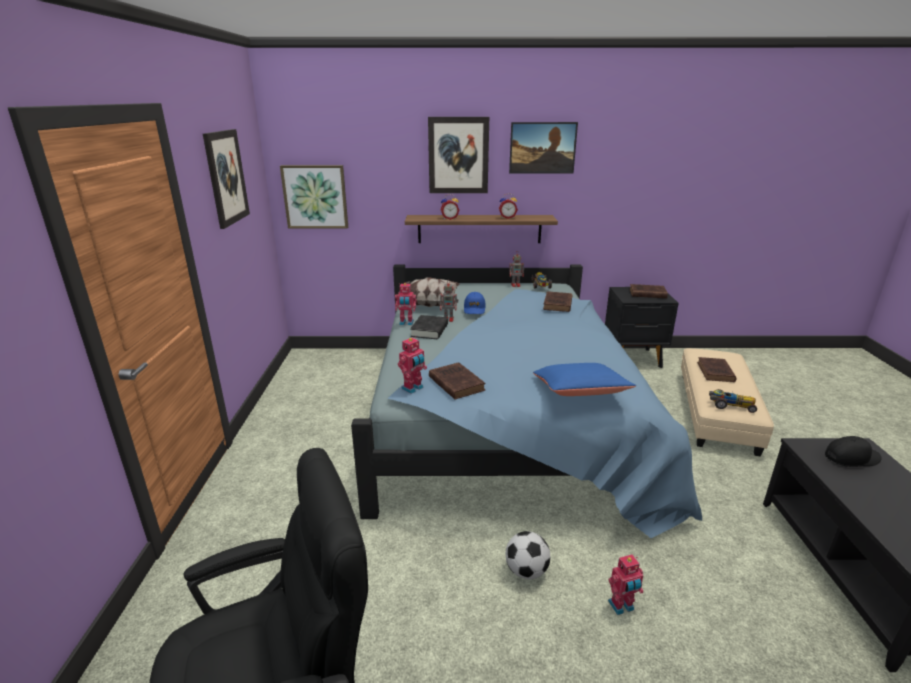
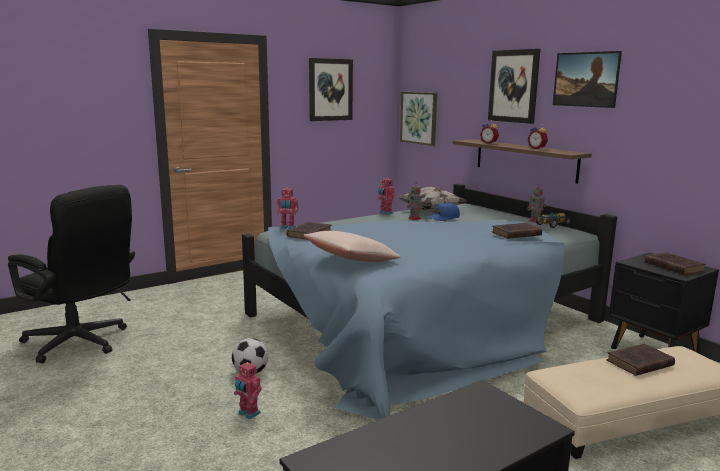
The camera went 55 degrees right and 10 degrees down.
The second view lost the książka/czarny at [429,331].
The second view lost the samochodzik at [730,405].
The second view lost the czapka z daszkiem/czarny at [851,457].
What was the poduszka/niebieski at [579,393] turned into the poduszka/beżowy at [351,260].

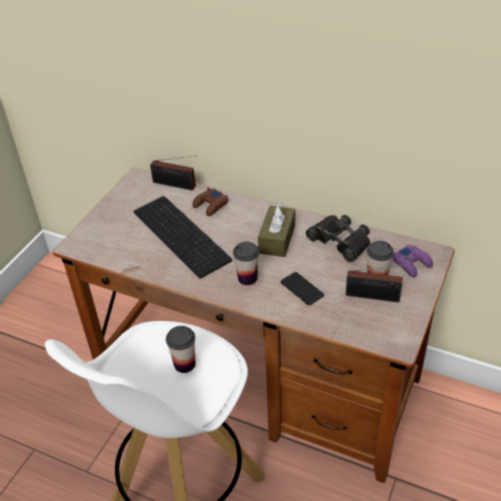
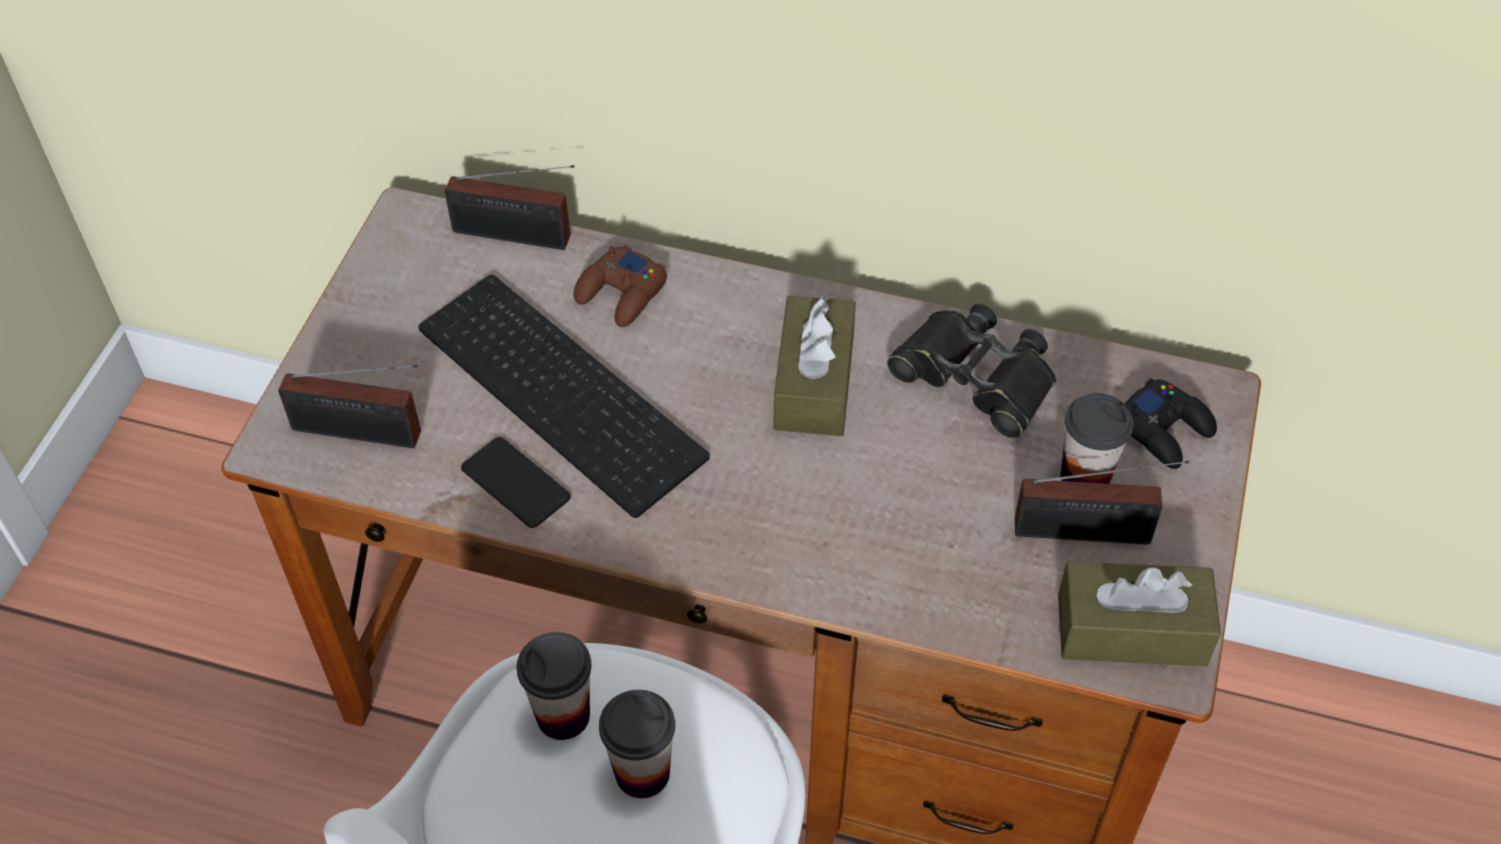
The camera went 10 degrees left and 10 degrees up.
The second view gained the radio at [363,433].
The second view gained the pudełko chusteczek/brązowy at [1131,630].
The filiżanka ended up elsewhere, having gone from [247,278] to [563,715].
The telefon ended up elsewhere, having gone from [302,289] to [515,483].
What was the pad do gier/fioletowy at [412,264] turned into the pad do gier/czarny at [1164,430].

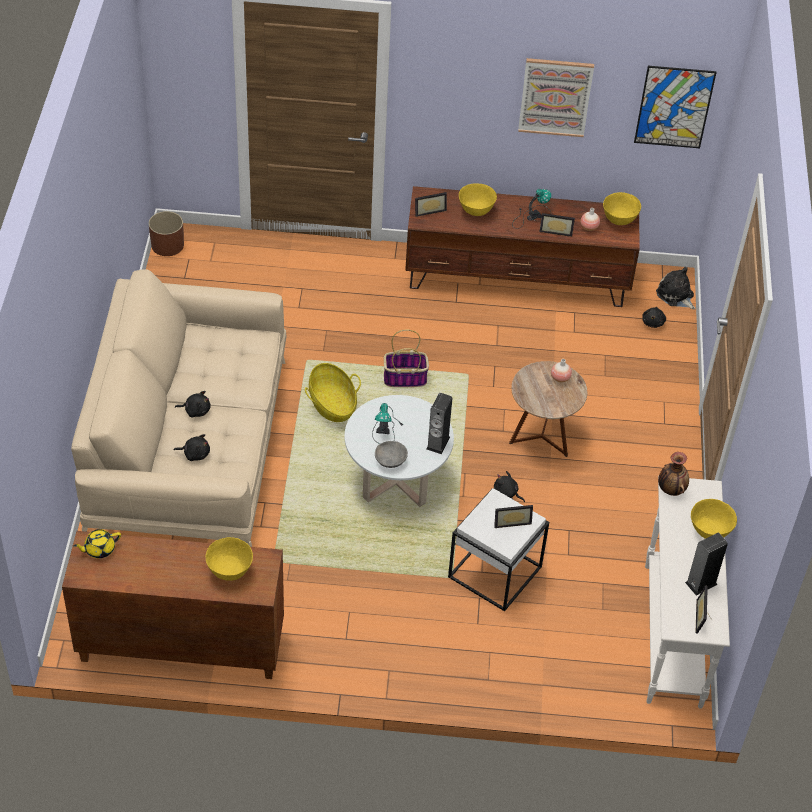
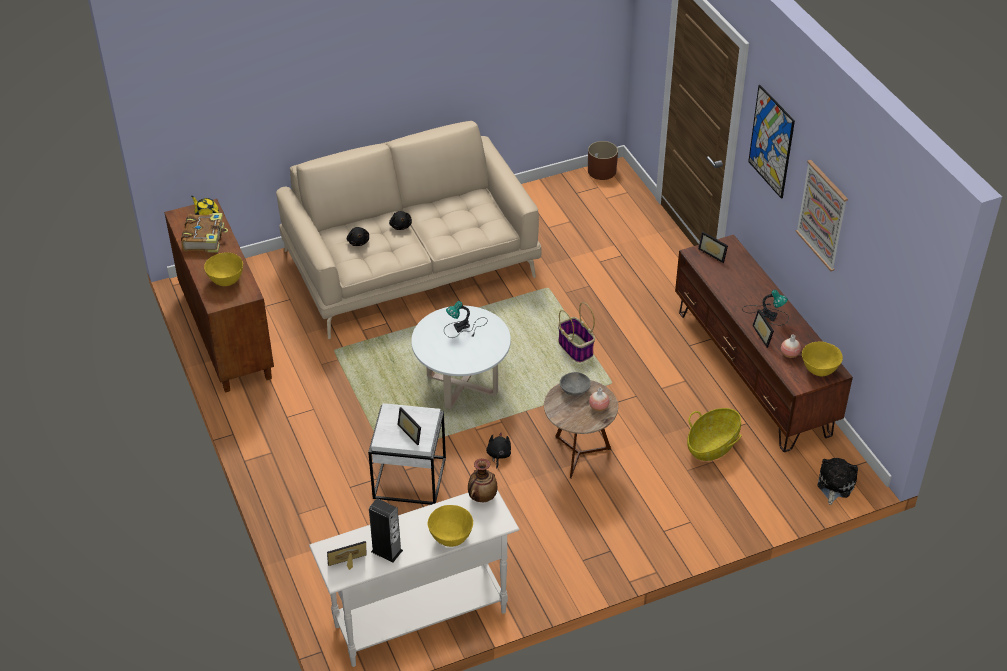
The camera went 65 degrees right and 5 degrees down.
The second view lost the głośnik at [438,443].
The second view lost the miska/żółty at [476,211].
The second view lost the pluszak/czarny at [653,322].
The second view gained the książka at [205,238].
The koszyk ended up elsewhere, having gone from [332,404] to [712,445].
The miska/szary ended up elsewhere, having gone from [391,460] to [575,390].
The obraz ended up elsewhere, having gone from [674,107] to [771,141].

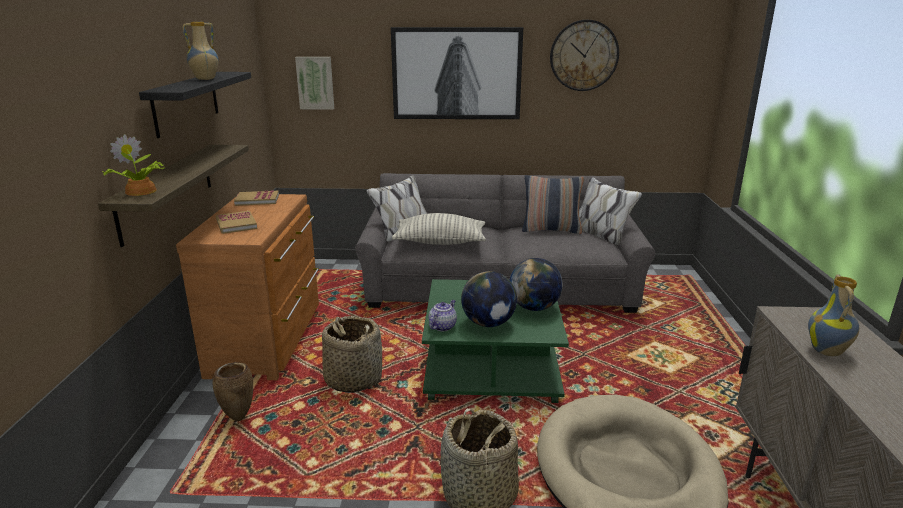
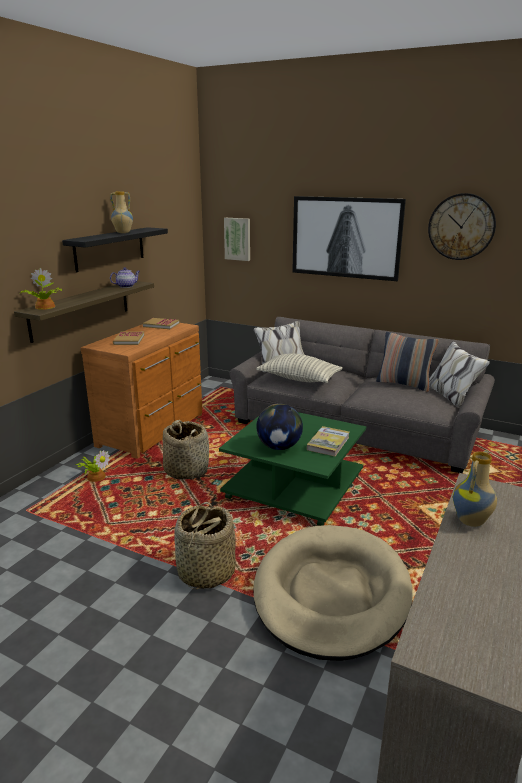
The camera went 25 degrees right and 0 degrees up.
The imbryk ended up elsewhere, having gone from [442,326] to [126,286].
Where the wazon/brązowy stood at [238,418], the roślina doniczkowa came to stand at [96,477].
Where the globus stood at [534,307], the książka came to stand at [328,443].

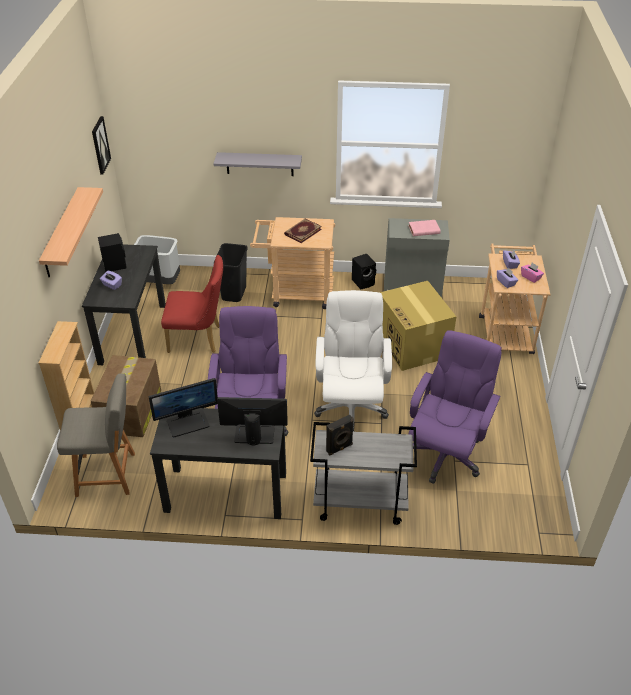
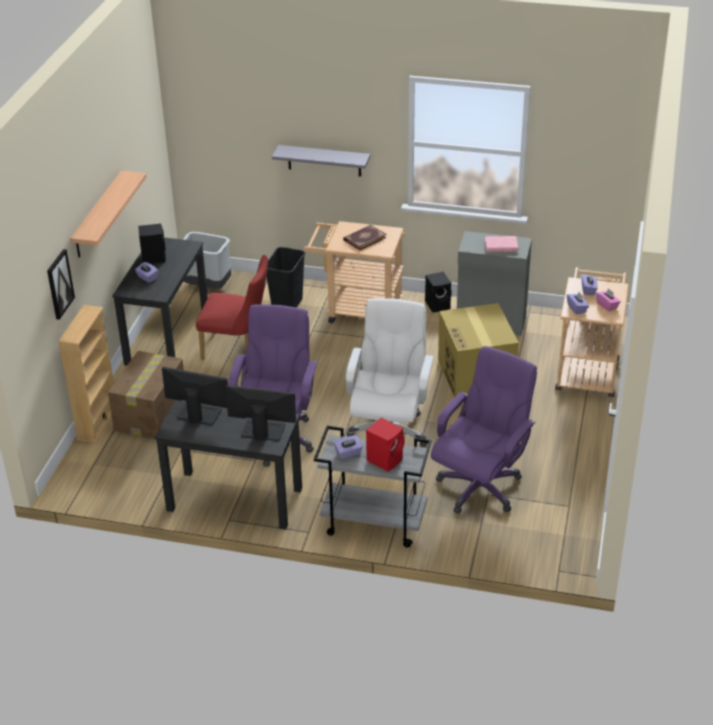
The camera went 10 degrees right and 5 degrees down.
The second view lost the krzesło/szary at [108,474].
The second view gained the głośnik/czerwony at [385,459].
The obraz ended up elsewhere, having gone from [100,145] to [59,284].
Where the głośnik/czarny stood at [339,448], the pudełko chusteczek/fioletowy came to stand at [348,453].
The monitor at [188,422] ended up facing another way, 150 degrees counterclockwise from before.

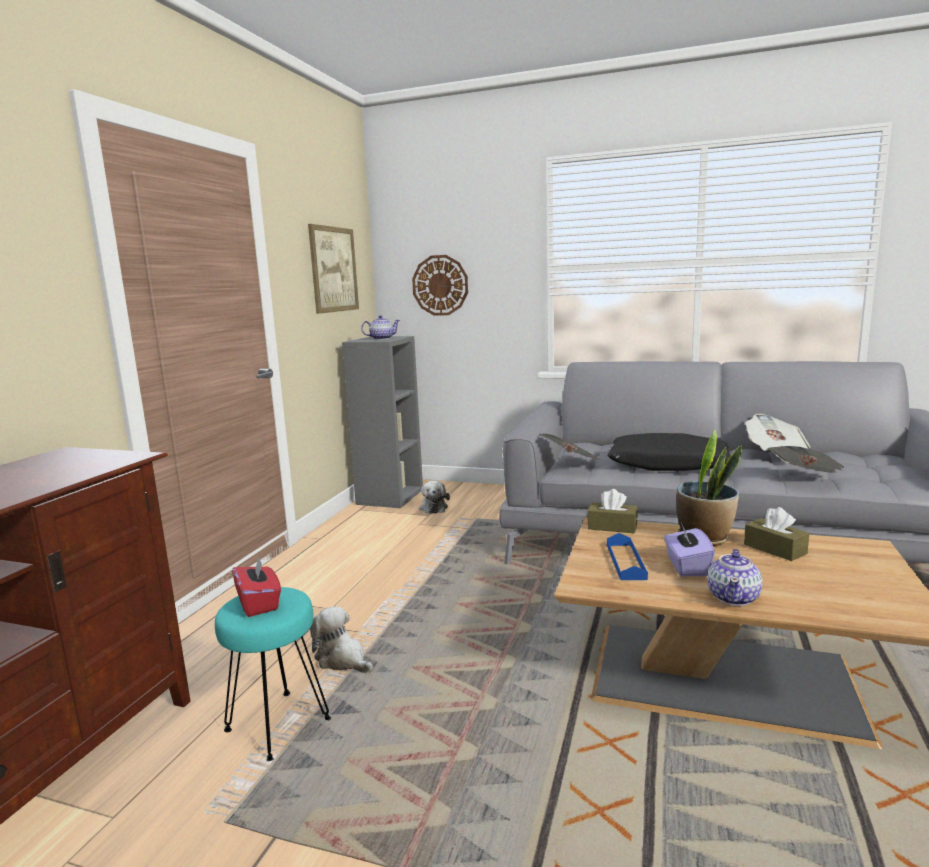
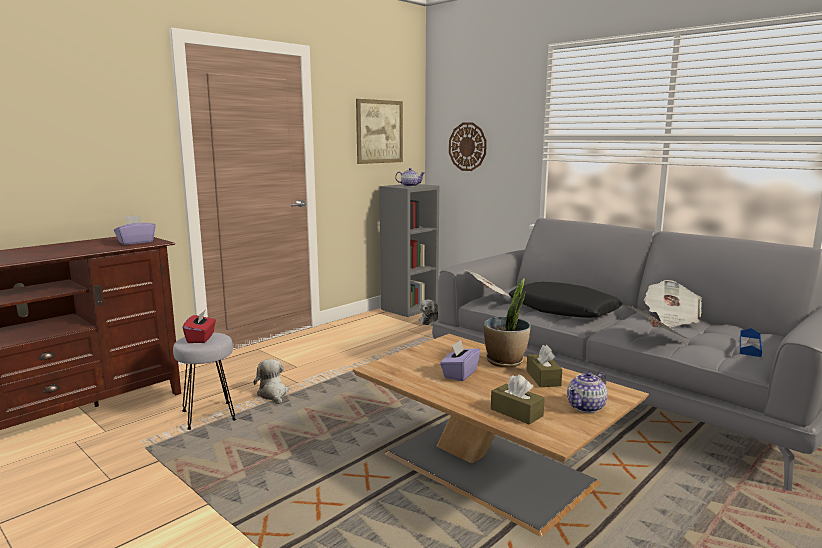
The camera went 25 degrees right and 0 degrees up.
The second view gained the pudełko chusteczek/fioletowy at [136,242].
The pudełko chusteczek/brązowy ended up elsewhere, having gone from [612,527] to [516,412].
The taca/niebieski ended up elsewhere, having gone from [625,561] to [750,346].
The imbryk ended up elsewhere, having gone from [734,597] to [586,407].
What was the stołek/turkusowy at [277,724] turned into the stołek/szary at [209,415].

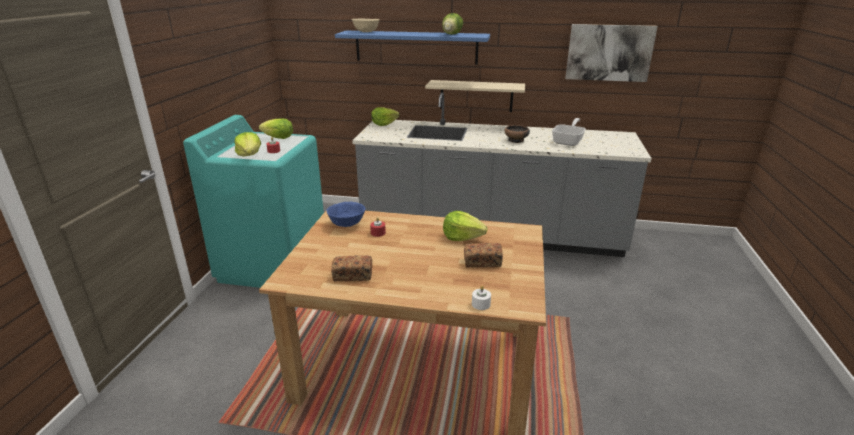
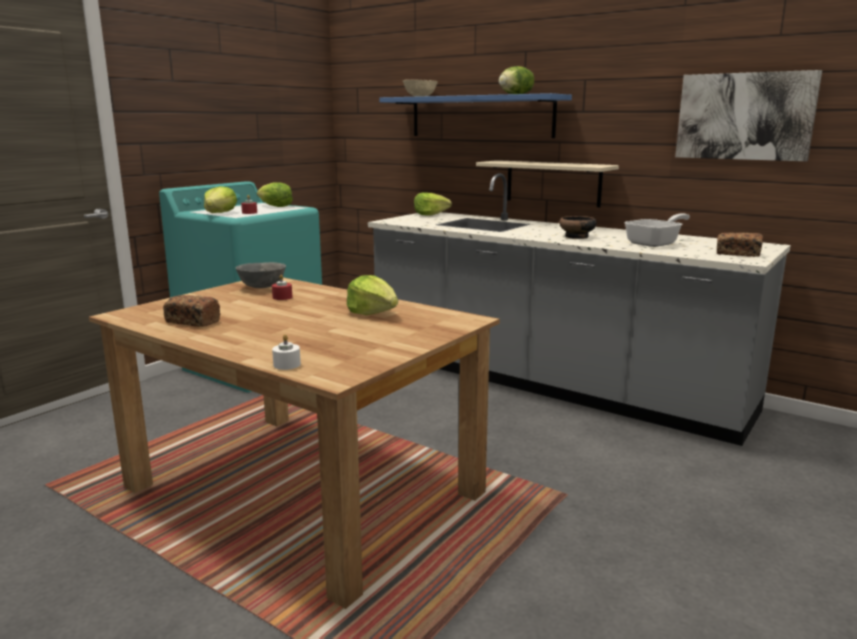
The camera went 25 degrees right and 10 degrees down.
The chleb ended up elsewhere, having gone from [482,262] to [737,254].
What was the miska/niebieski at [346,224] turned into the miska/szary at [262,287].

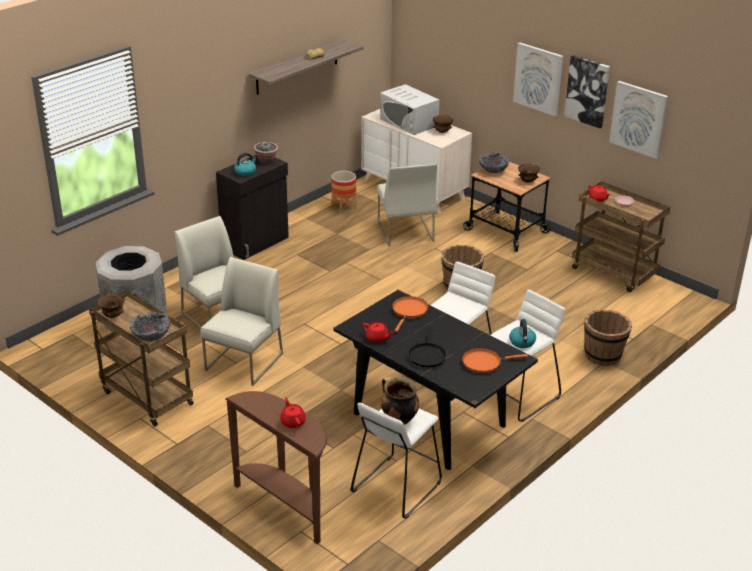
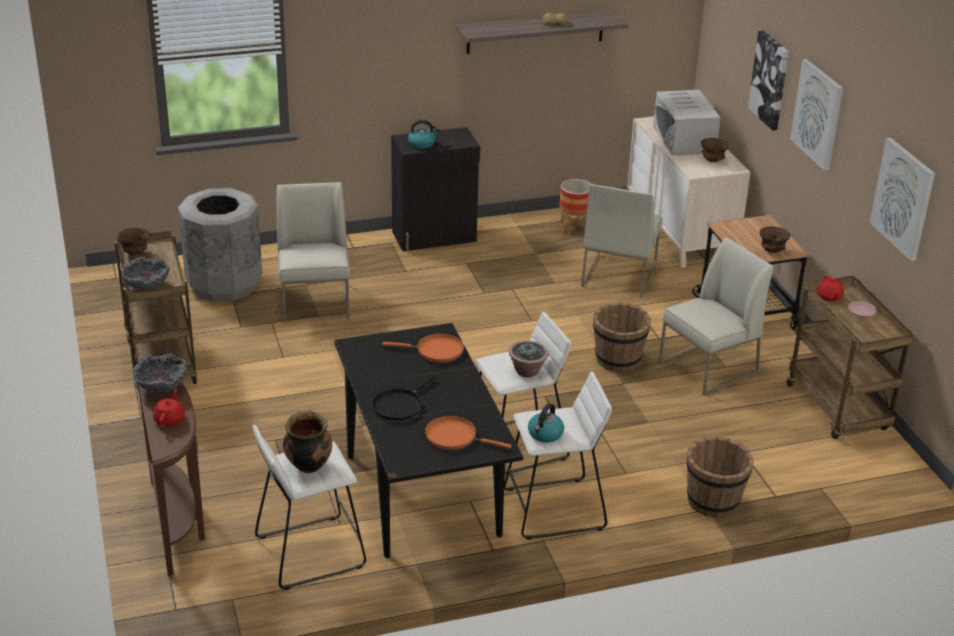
The camera went 30 degrees right and 0 degrees up.
The second view lost the imbryk/czerwony at [377,338].
The krzesło/biały ended up elsewhere, having gone from [244,362] to [708,367].
The roślina doniczkowa ended up elsewhere, having gone from [266,161] to [527,371].
The miska ended up elsewhere, having gone from [493,171] to [161,388].
The obraz ended up elsewhere, having gone from [587,91] to [770,80].
The patelnia/pomarańczowy at [409,311] ended up facing another way, 45 degrees clockwise from before.

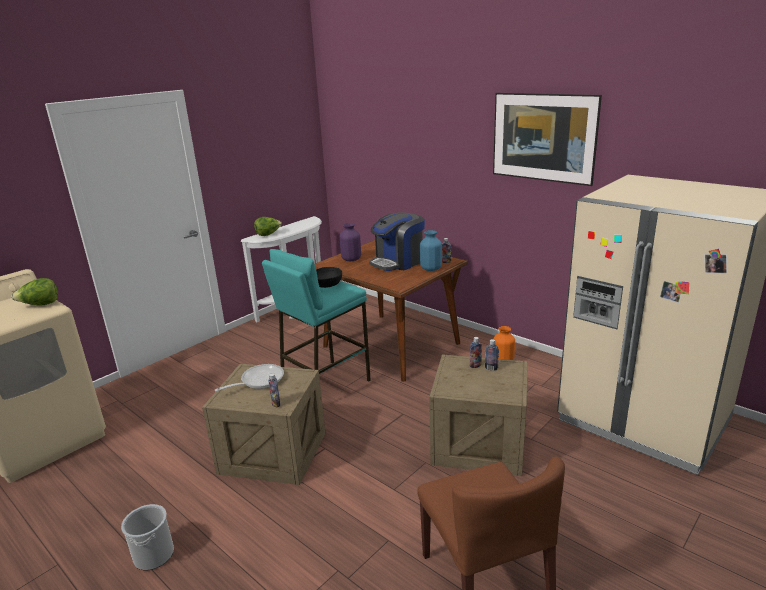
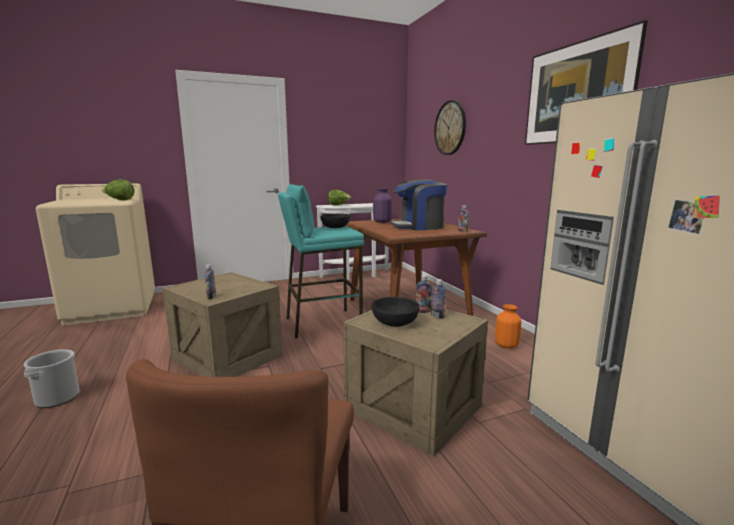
The camera went 25 degrees right and 10 degrees down.
The second view lost the patelnia at [258,381].
The second view lost the wazon/niebieski at [431,269].
The second view gained the miska/czarny at [395,322].
The second view gained the zegar ścienny at [450,128].

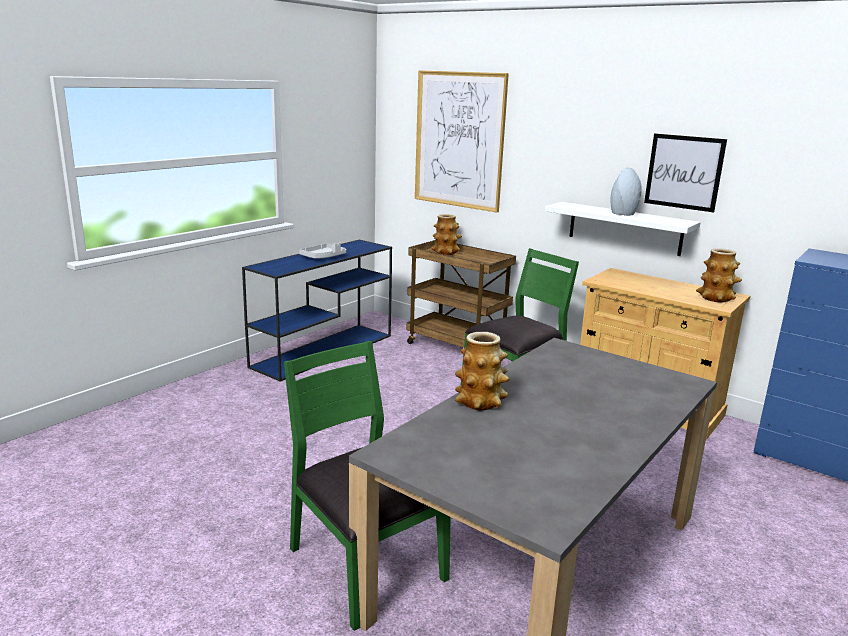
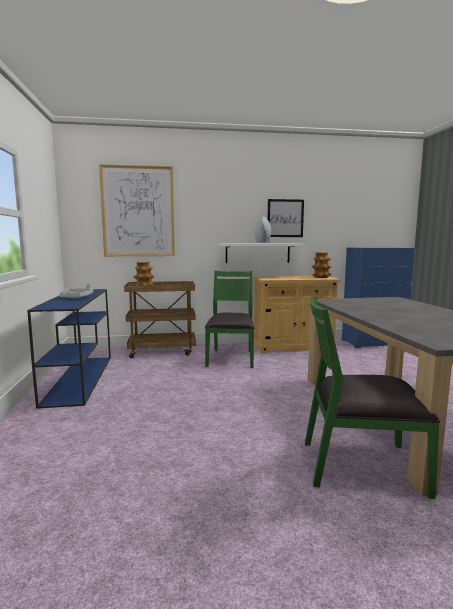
The camera went 45 degrees left and 10 degrees down.
The second view lost the wazon at [480,402].

